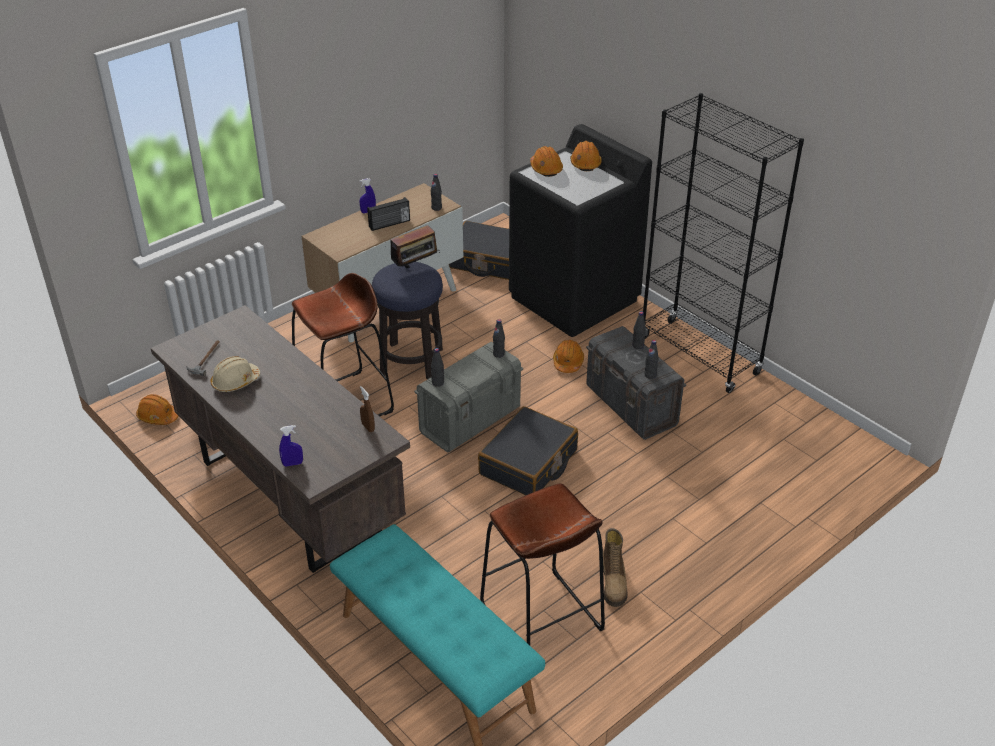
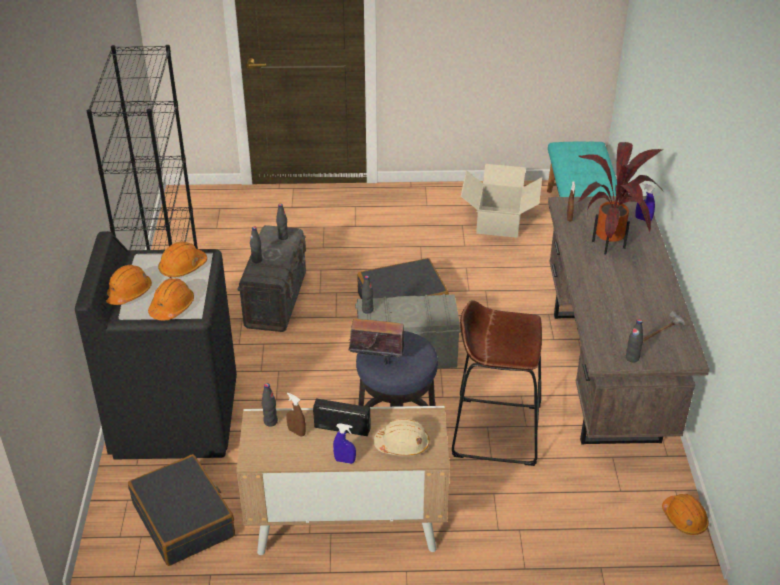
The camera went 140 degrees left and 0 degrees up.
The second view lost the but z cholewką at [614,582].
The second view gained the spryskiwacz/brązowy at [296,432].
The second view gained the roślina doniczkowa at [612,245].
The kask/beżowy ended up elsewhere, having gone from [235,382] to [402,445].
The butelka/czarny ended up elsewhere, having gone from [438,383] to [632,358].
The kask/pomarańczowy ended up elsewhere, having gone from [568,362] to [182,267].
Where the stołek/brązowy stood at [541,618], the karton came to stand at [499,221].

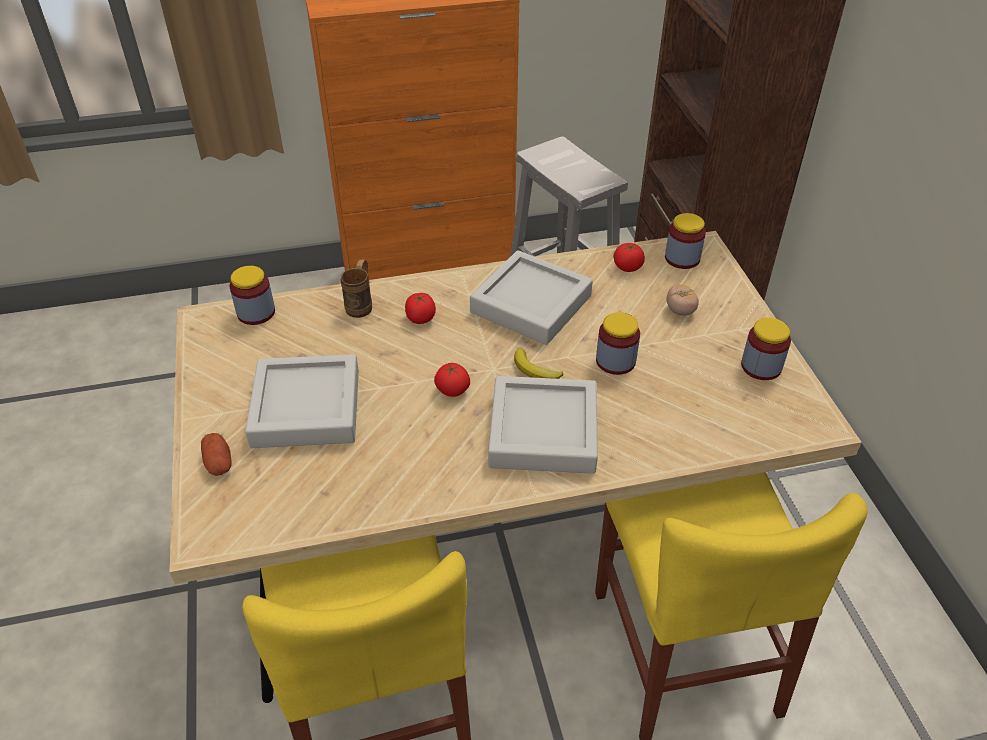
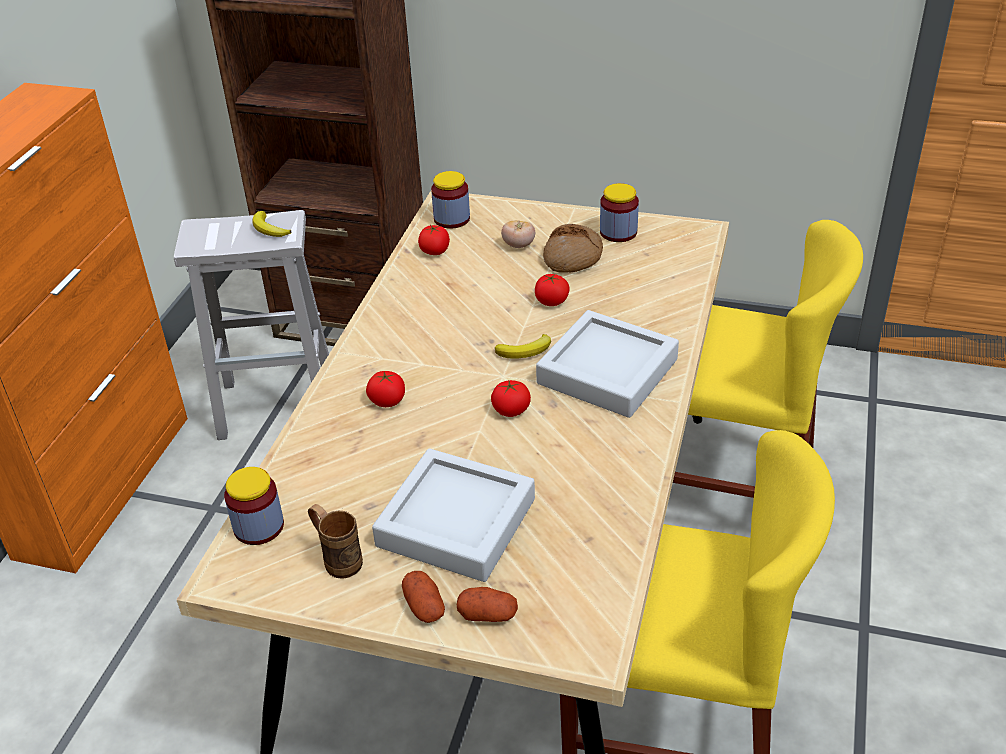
The camera went 60 degrees left and 5 degrees down.
The second view lost the taca/szary at [531,304].
The second view gained the banan at [269,229].
The second view gained the ziemniak at [424,606].
The second view gained the chleb at [573,258].
The kubek/brązowy ended up elsewhere, having gone from [361,304] to [337,559].
Where the słoik stood at [615,361], the pomidor came to stand at [552,301].

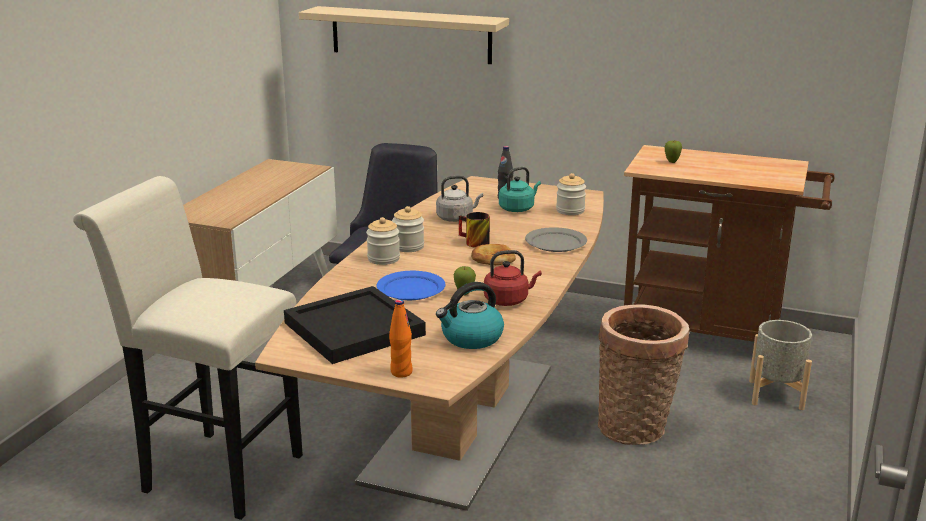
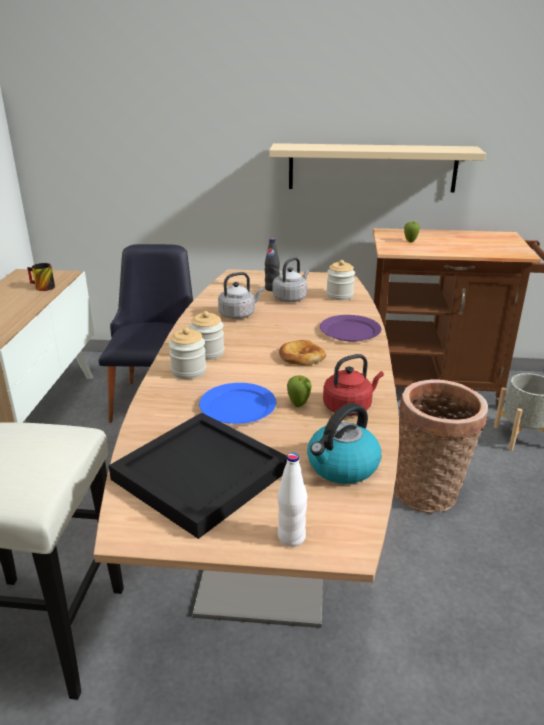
The camera went 15 degrees left and 5 degrees up.
The półka/beżowy ended up elsewhere, having gone from [410,35] to [372,167].
The kubek ended up elsewhere, having gone from [472,242] to [41,287].
What was the butelka/pomarańczowy at [401,372] turned into the butelka/biały at [291,537].
What was the czajnik/turkusowy at [518,208] turned into the czajnik/szary at [291,298].
What was the talerz/szary at [555,242] turned into the talerz/fioletowy at [349,331].

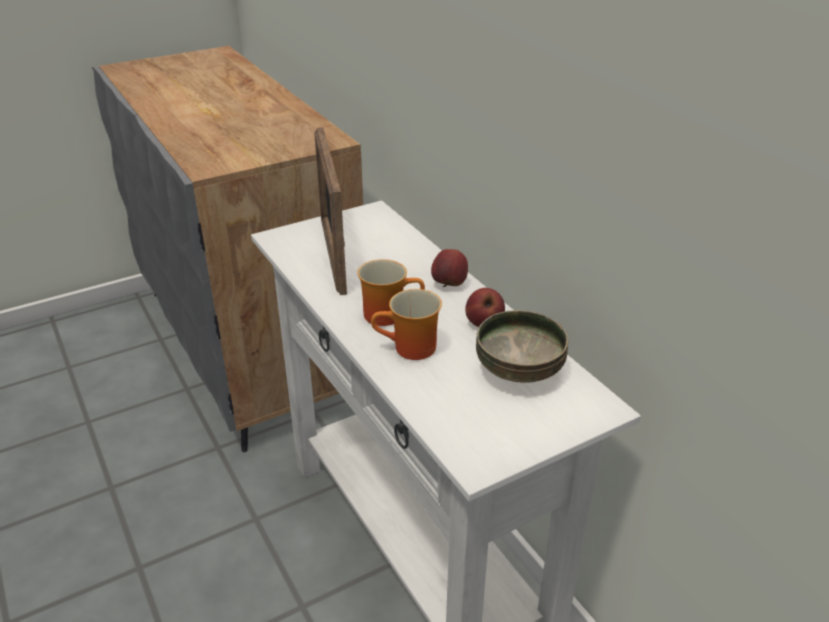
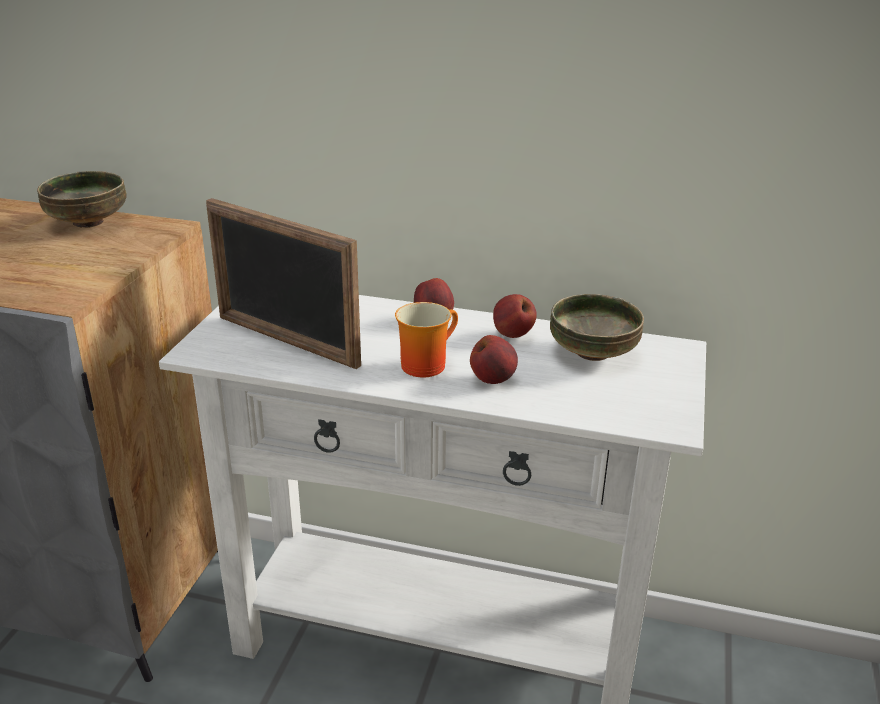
The camera went 45 degrees left and 5 degrees down.
The second view gained the miska at [89,223].
Where the kubek stood at [410,350], the jabłko came to stand at [492,380].

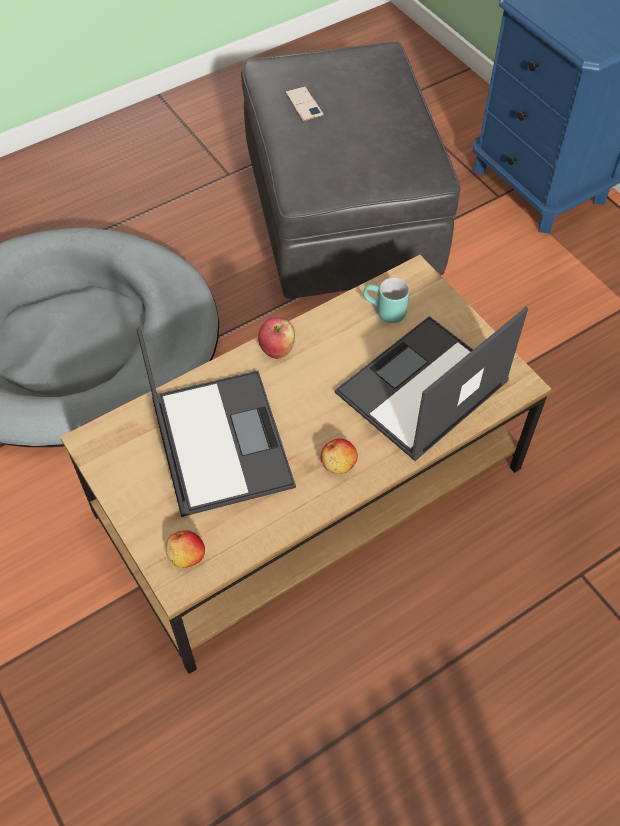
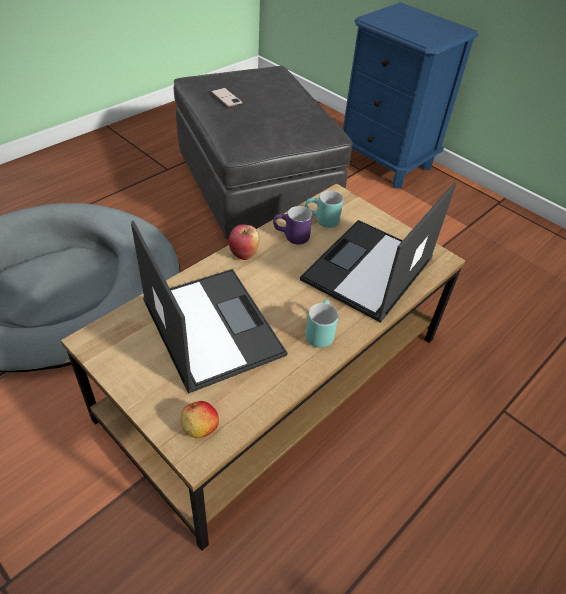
The camera went 15 degrees left and 10 degrees down.
The second view gained the kubek/fioletowy at [291,238].
Where the jabłko stood at [338,464], the kubek/turkusowy came to stand at [318,332].

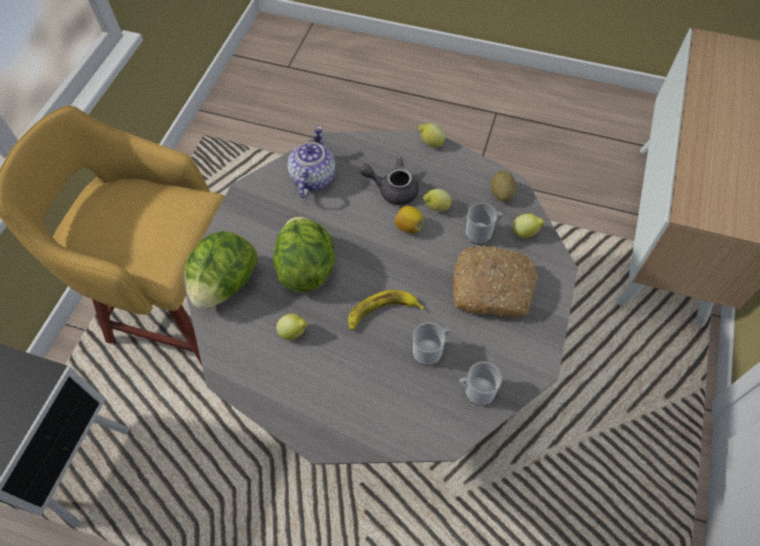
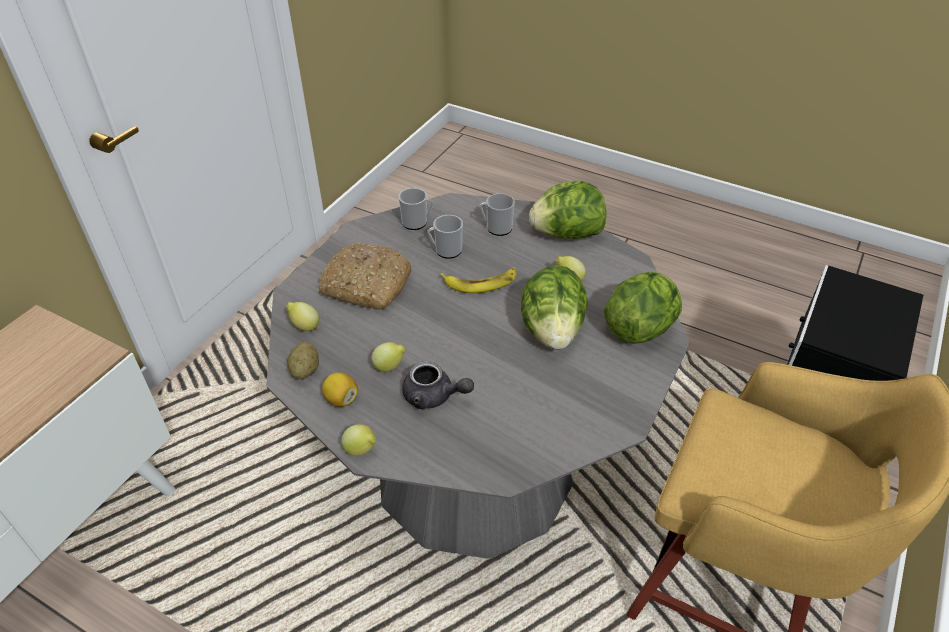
The camera went 170 degrees left and 15 degrees down.
The second view lost the imbryk at [312,178].
The second view gained the sałata at [566,234].
The cytryna ended up elsewhere, having gone from [408,226] to [341,399].
The kubek ended up elsewhere, having gone from [481,233] to [496,228].

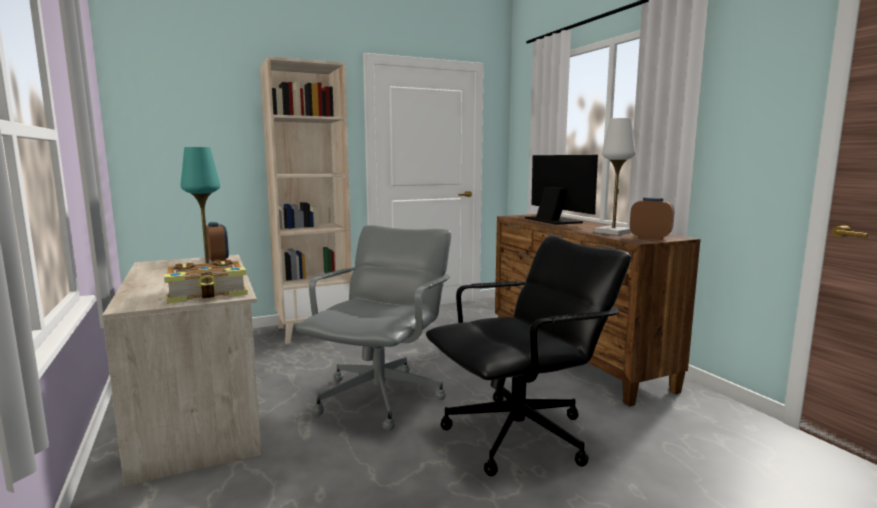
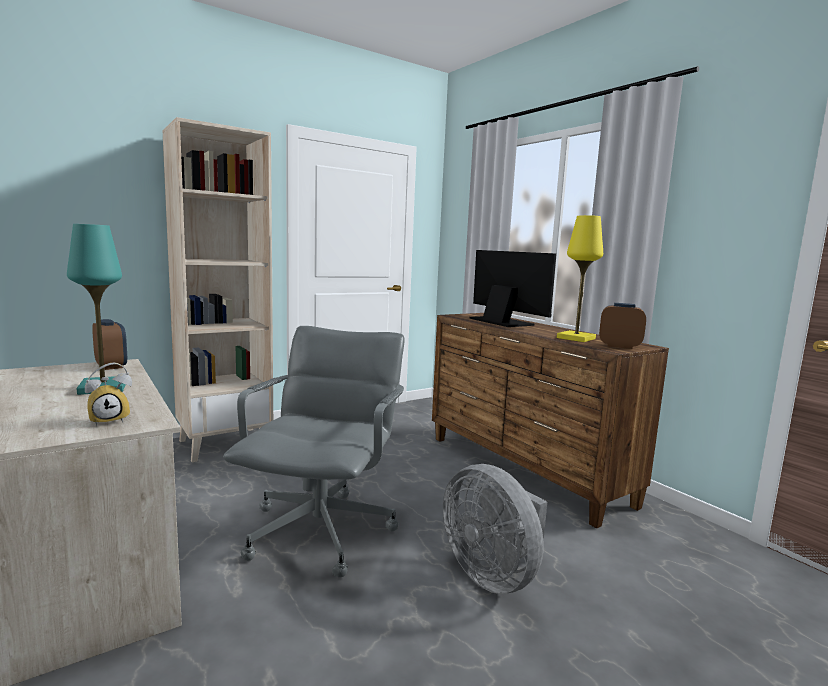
The camera went 10 degrees left and 0 degrees up.
Where the książka stood at [208,293], the budzik came to stand at [110,420].
Where the krzesło biurowe/czarny stood at [520,436], the wentylator/szary came to stand at [493,574].
What was the lampa stołowa/biały at [613,232] turned into the lampa stołowa/żółty at [576,338].

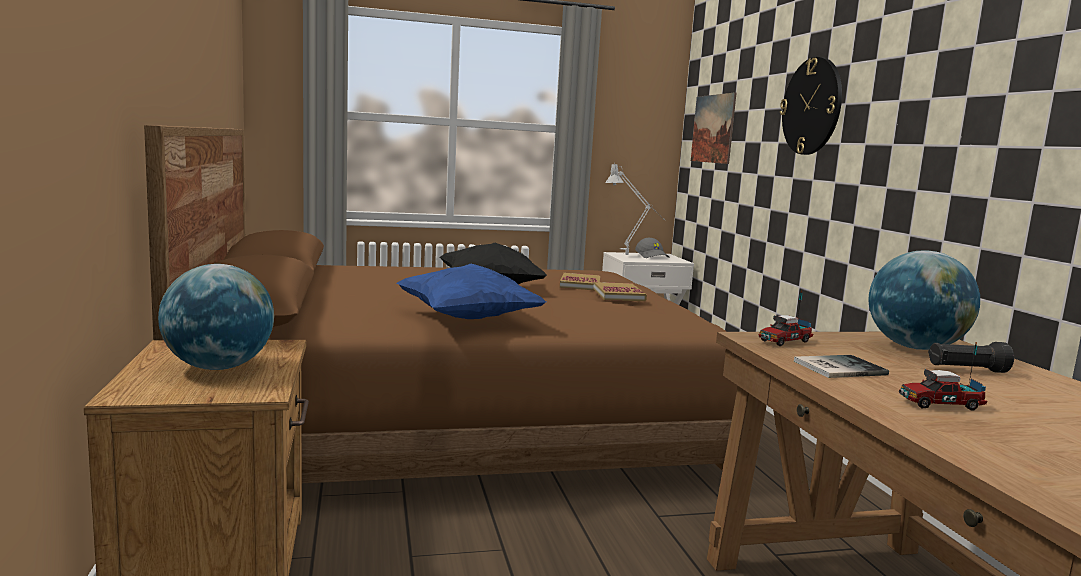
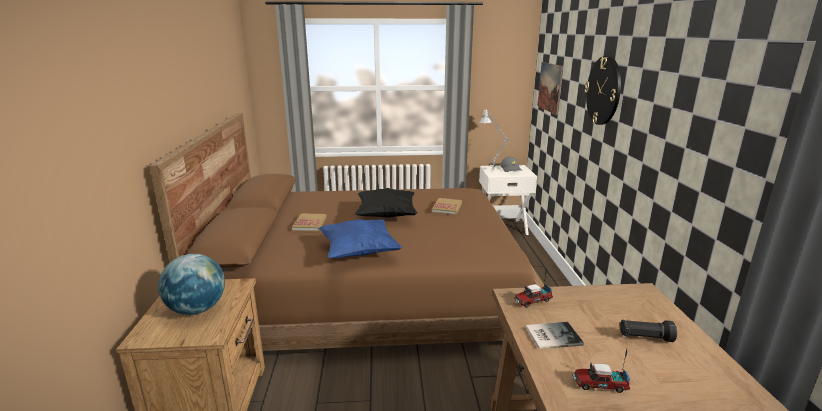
The camera went 10 degrees right and 10 degrees up.
The second view lost the globus at [915,348].
The książka ended up elsewhere, having gone from [618,294] to [310,224].

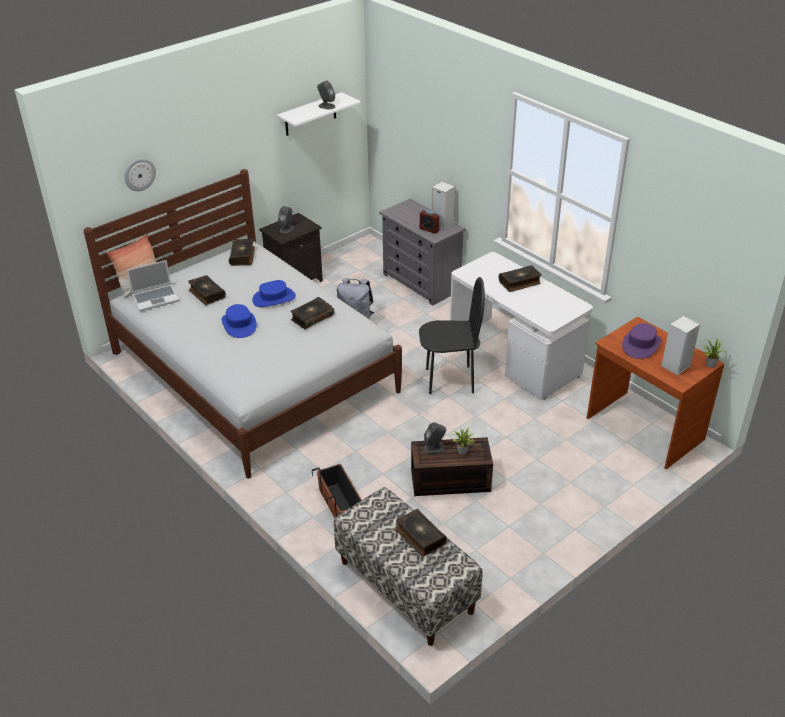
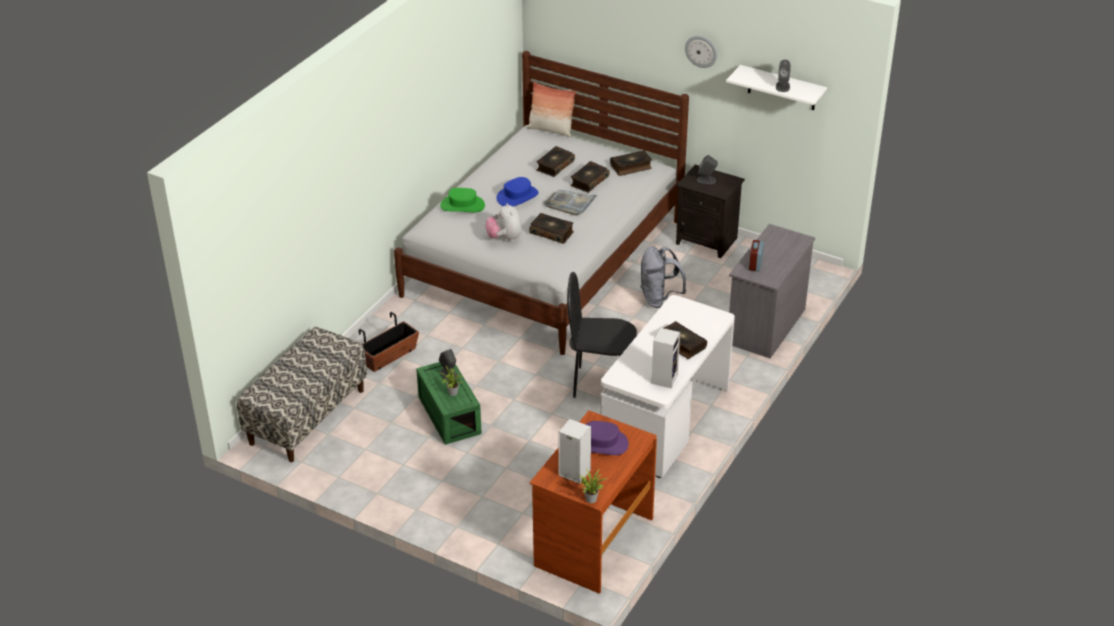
The camera went 70 degrees right and 0 degrees up.
The second view lost the laptop at [156,298].
The second view gained the kapelusz/zielony at [462,205].
The second view gained the pluszak at [505,238].
The zegar ścienny ended up elsewhere, having gone from [139,174] to [701,51].
The książka ended up elsewhere, having gone from [419,537] to [589,181].
The głośnik ended up elsewhere, having gone from [441,223] to [664,378].
Where the kapelusz/niebieski stood at [274,298], the taca/szary came to stand at [570,203].
What was the pojemnik do przechowywania/brązowy at [449,481] turned into the pojemnik do przechowywania/zielony at [448,415].
The krzesło/czarny at [449,380] ended up facing another way, 120 degrees clockwise from before.

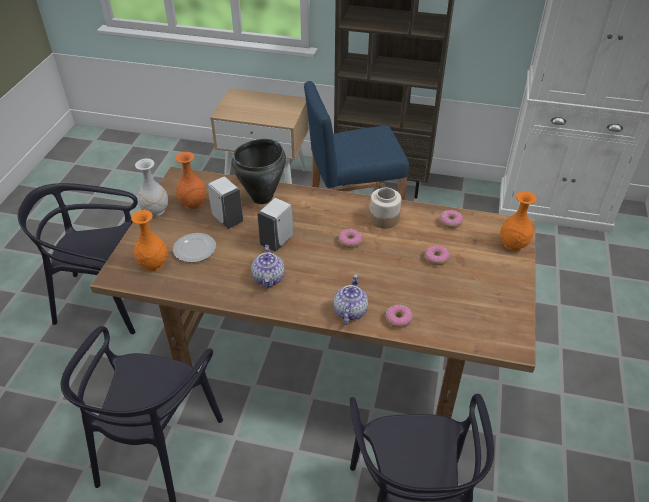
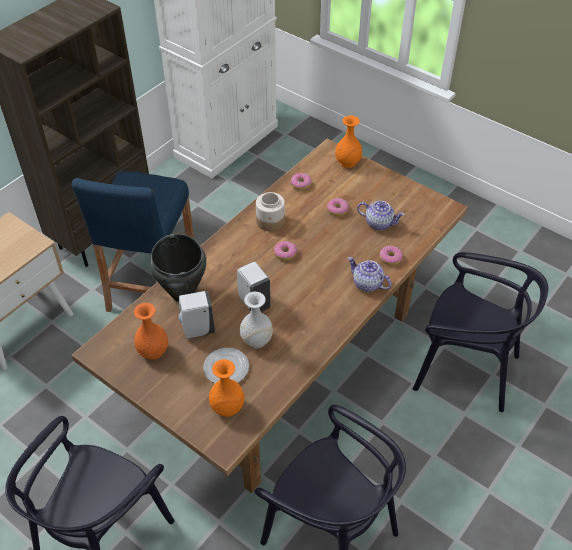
The camera went 65 degrees left and 5 degrees up.
The wazon/biały ended up elsewhere, having gone from [155,211] to [256,340].
The imbryk ended up elsewhere, having gone from [269,278] to [379,223].

